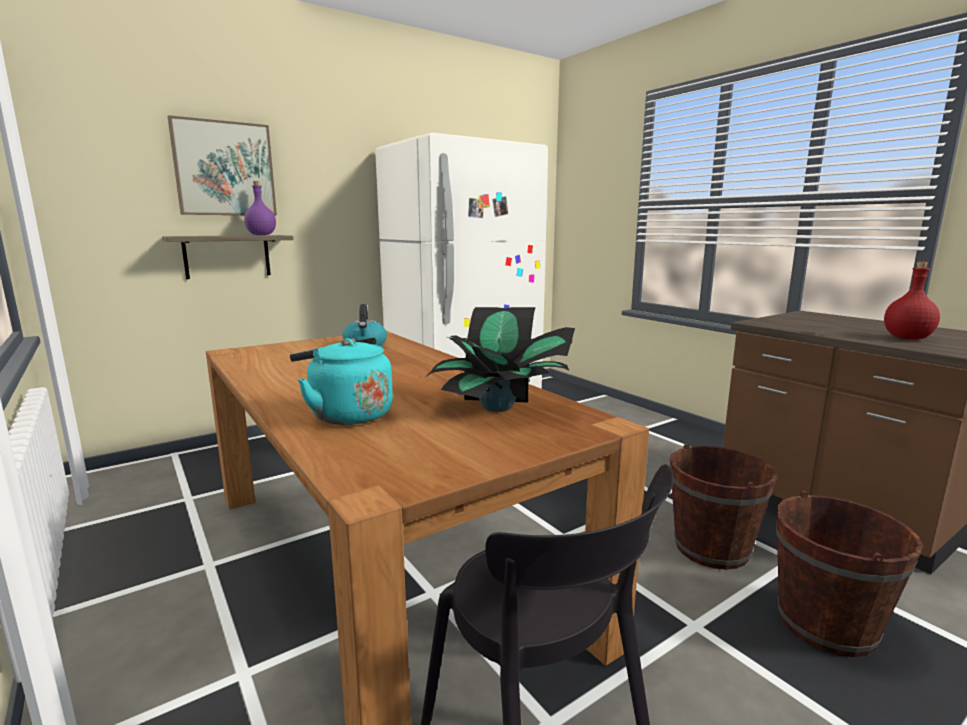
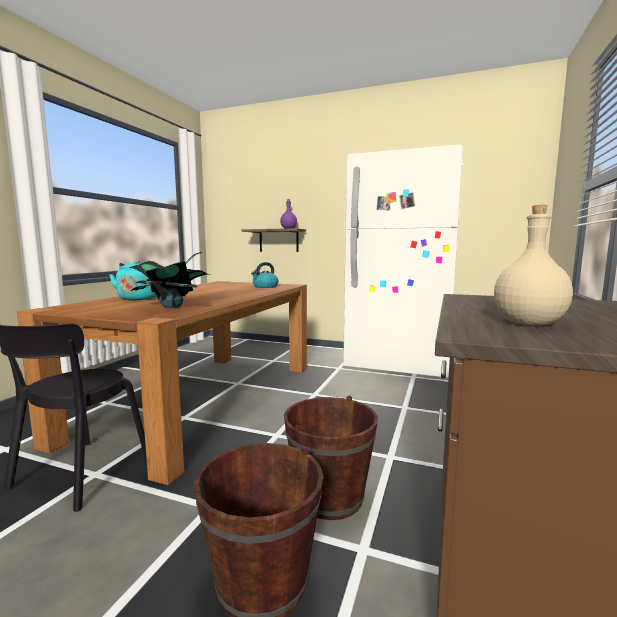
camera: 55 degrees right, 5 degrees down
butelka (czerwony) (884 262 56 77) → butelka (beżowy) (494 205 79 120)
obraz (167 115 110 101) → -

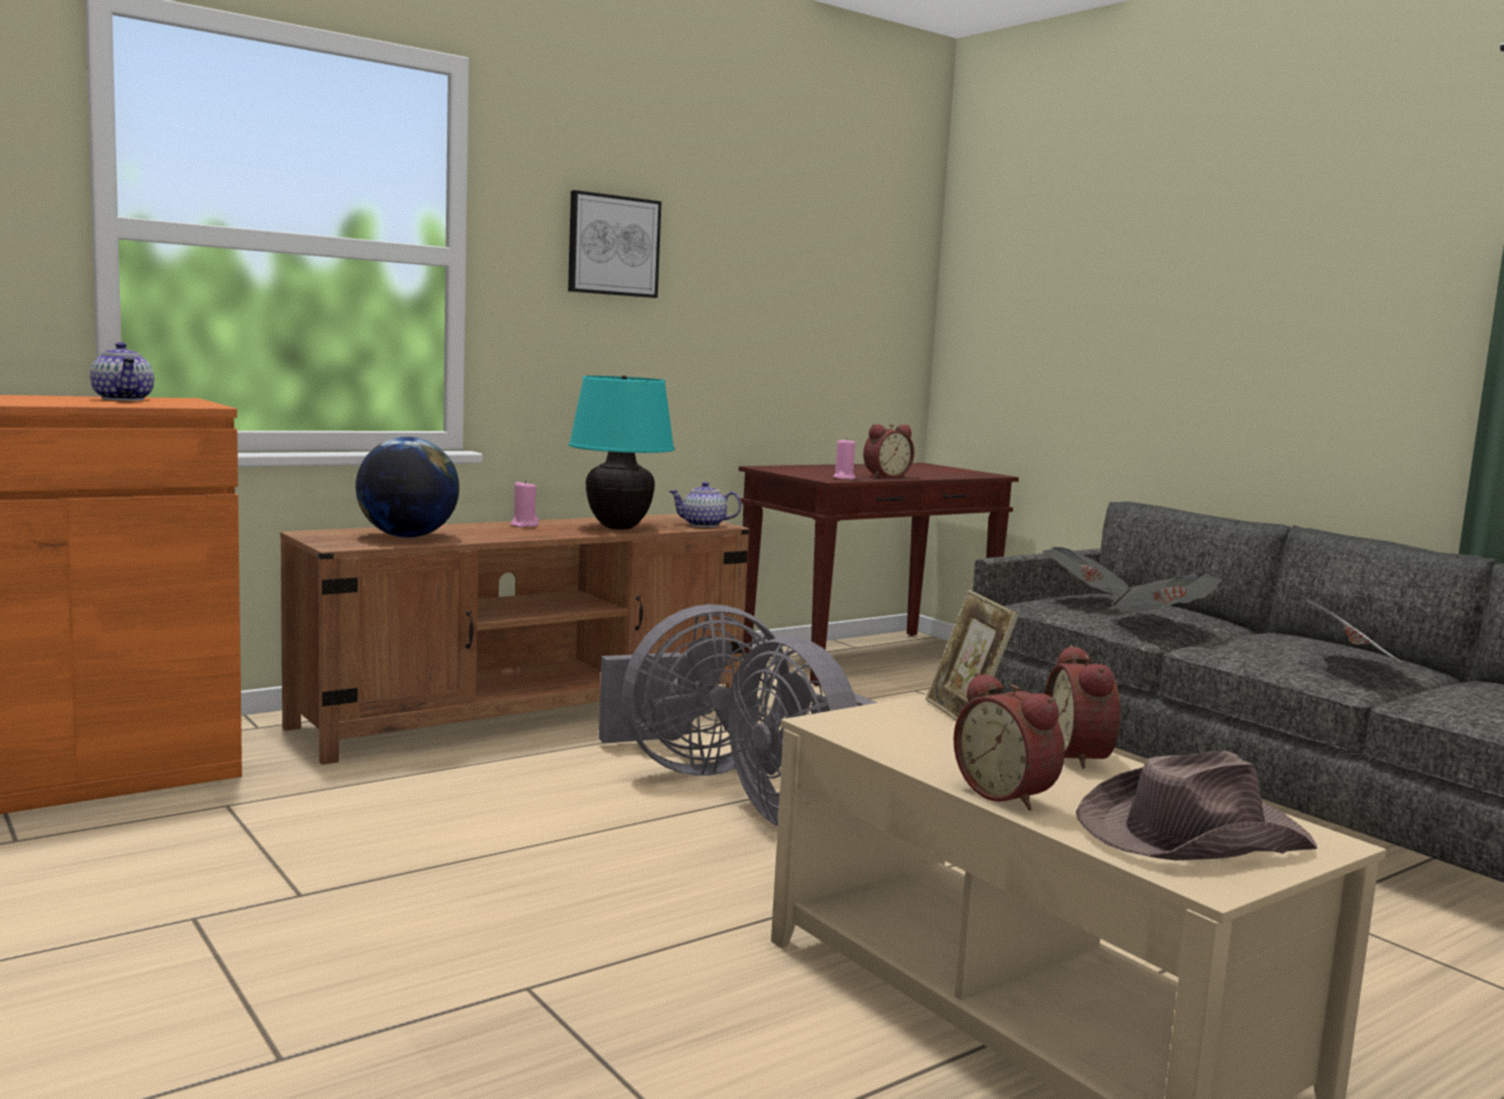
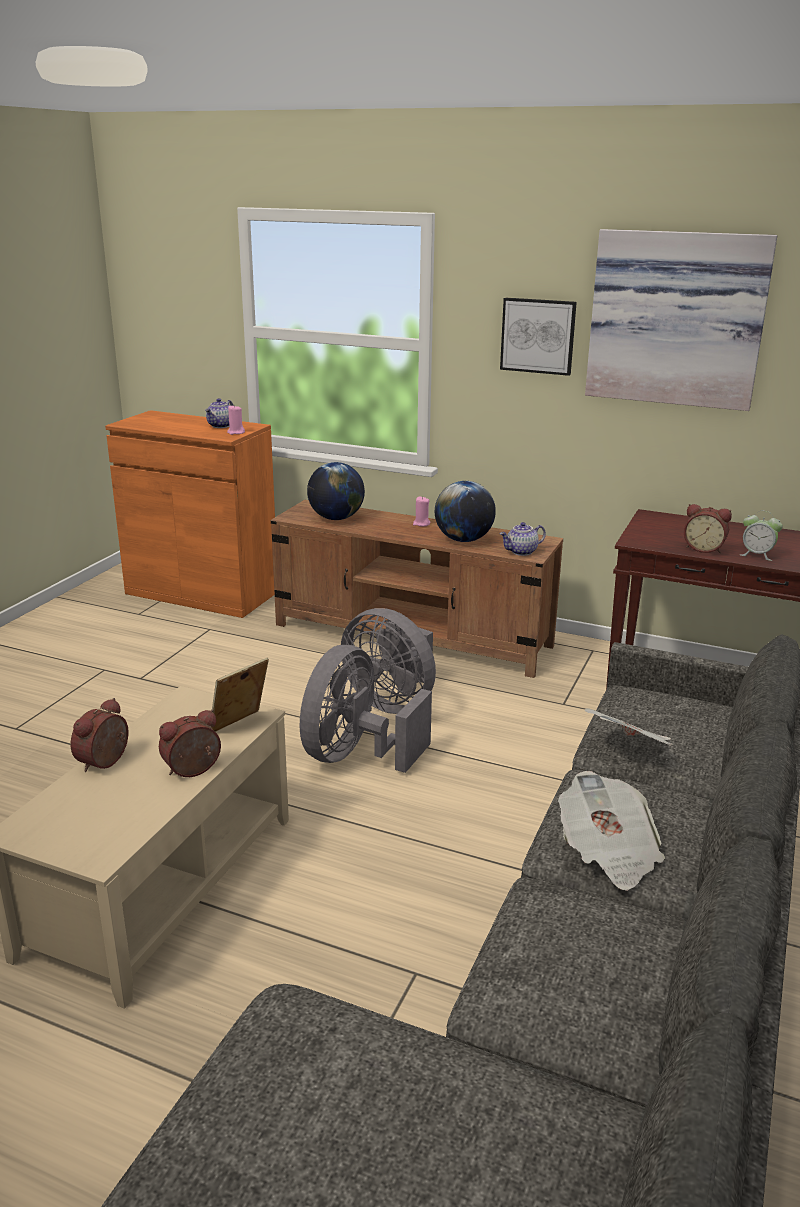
camera: 60 degrees right, 15 degrees up
świeca (różowy) (833 440 23 40) → świeca (różowy) (227 405 18 30), shifted
lampa stołowa (turkusowy) (568 375 107 155) → globus (435 481 61 61)
imbryk (669 482 72 45) → imbryk (500 522 46 34), 90 degrees counterclockwise
- → obraz (585 229 192 182)
- → budzik (740 511 43 50)
gazeta (1043 547 85 49) → -
kapelusz (brązowy) (1076 750 241 110) → -

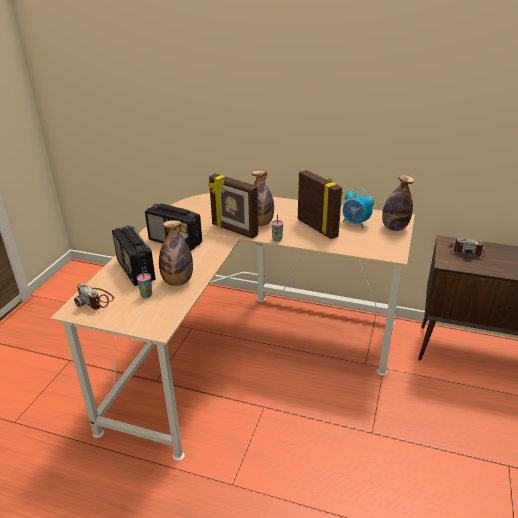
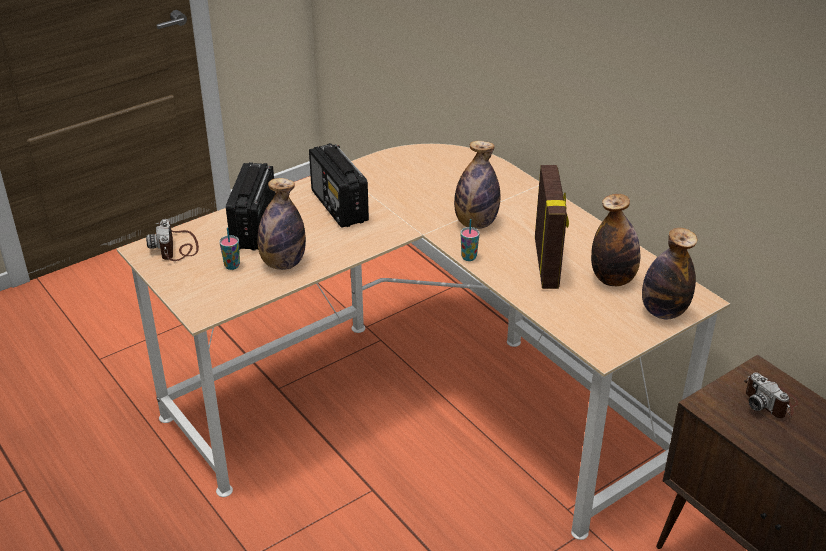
camera: 35 degrees right, 5 degrees up
budzik (343 188 31 40) → butelka (591 194 49 92)
ramka na zdjęcie (208 174 50 65) → -

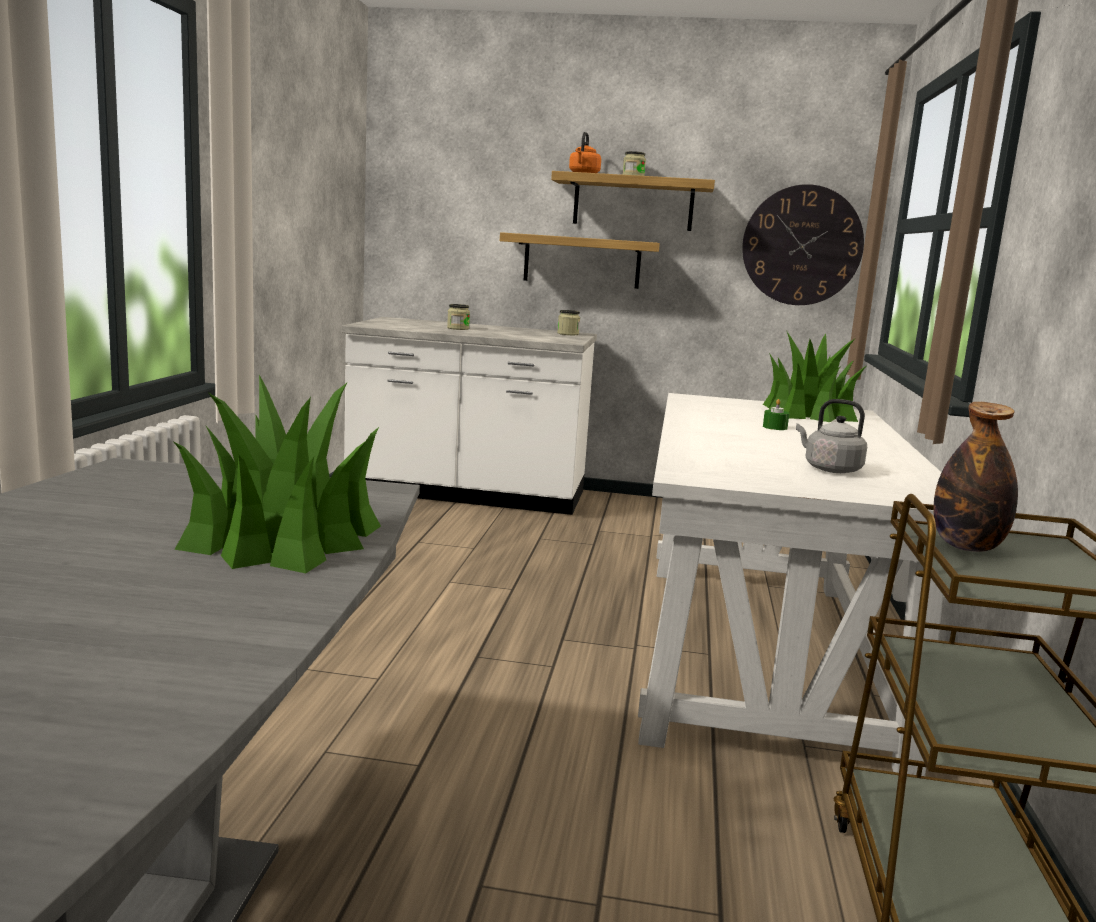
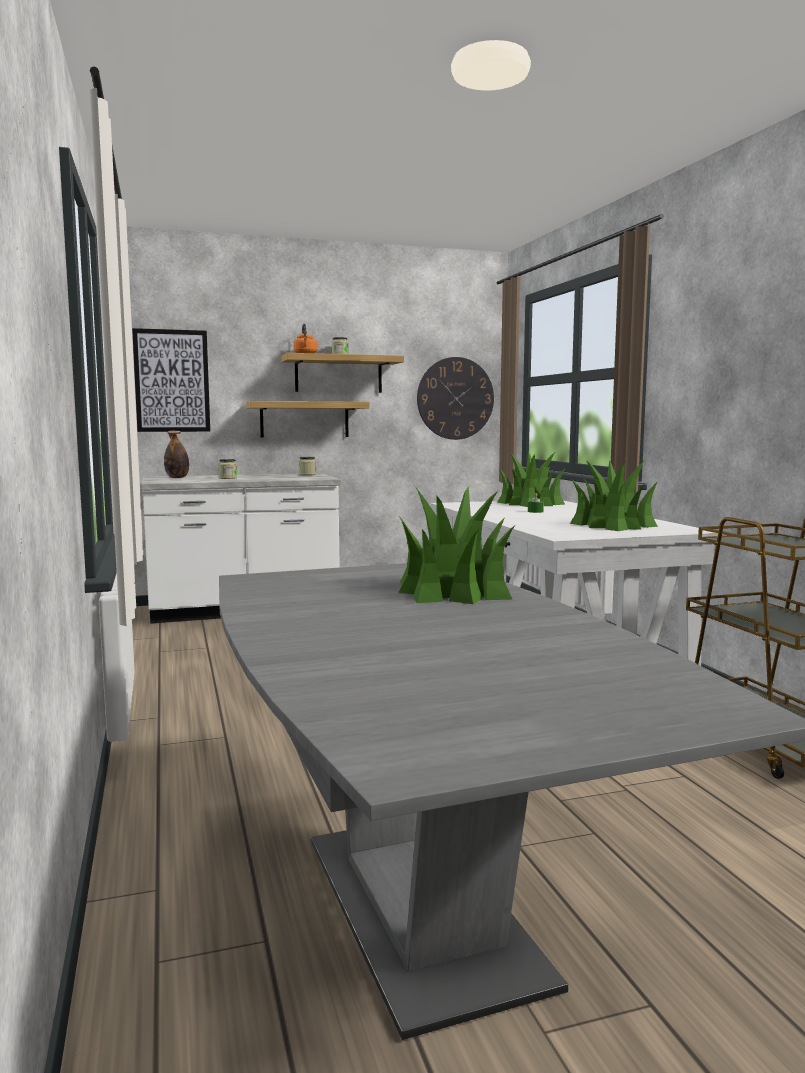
camera: 25 degrees left, 5 degrees down
- → obraz (132 328 78 104)
butelka (933 402 85 150) → butelka (164 431 25 47), shifted
czajnik (szary) (796 399 71 74) → roślina doniczkowa (570 460 88 71)

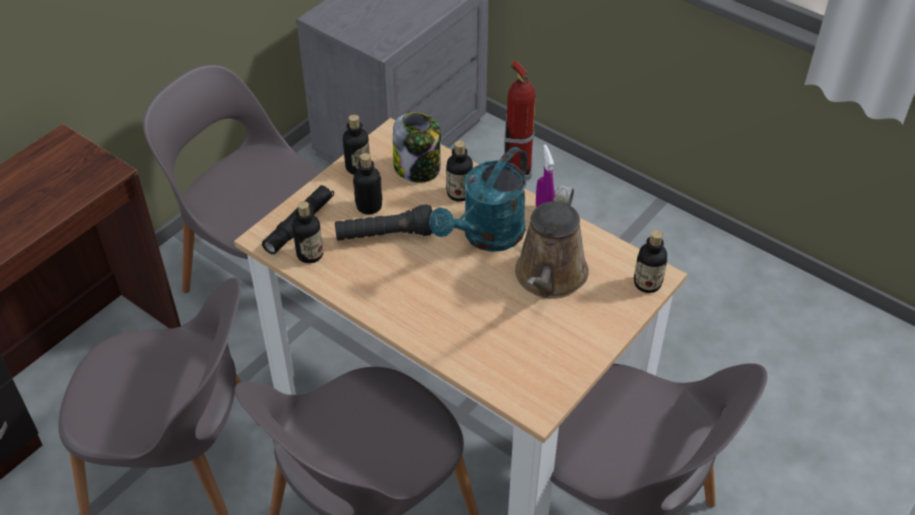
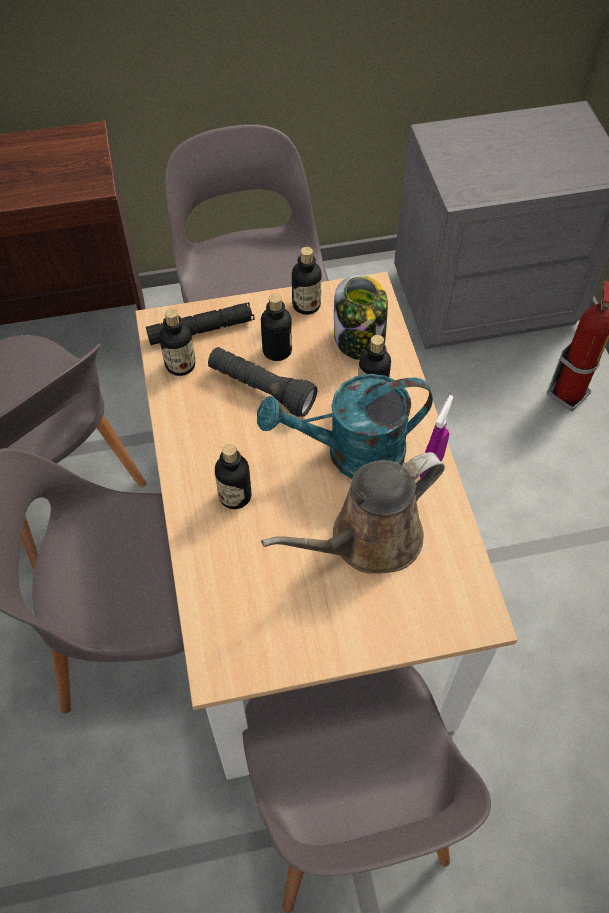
camera: 40 degrees right, 10 degrees up
butelka (634 230 33 63) → butelka (215 444 36 65), shifted

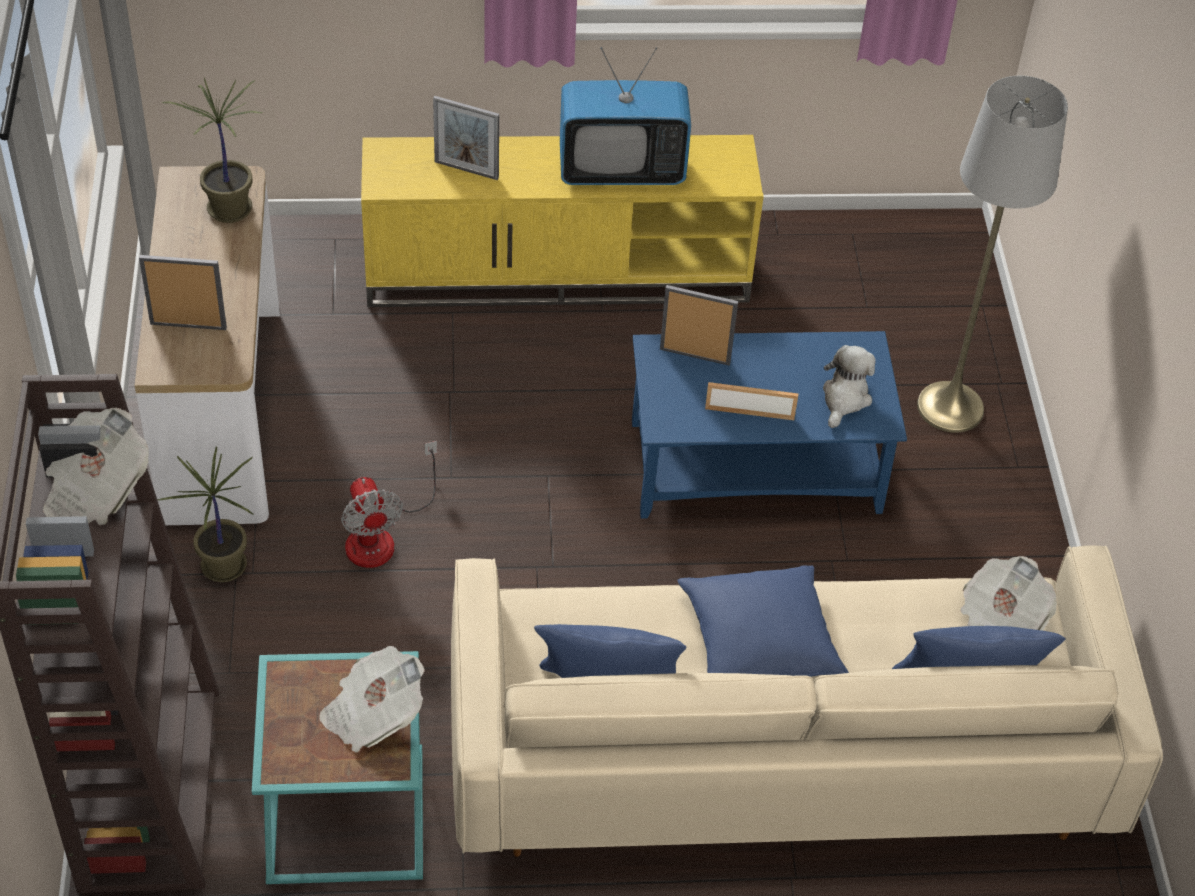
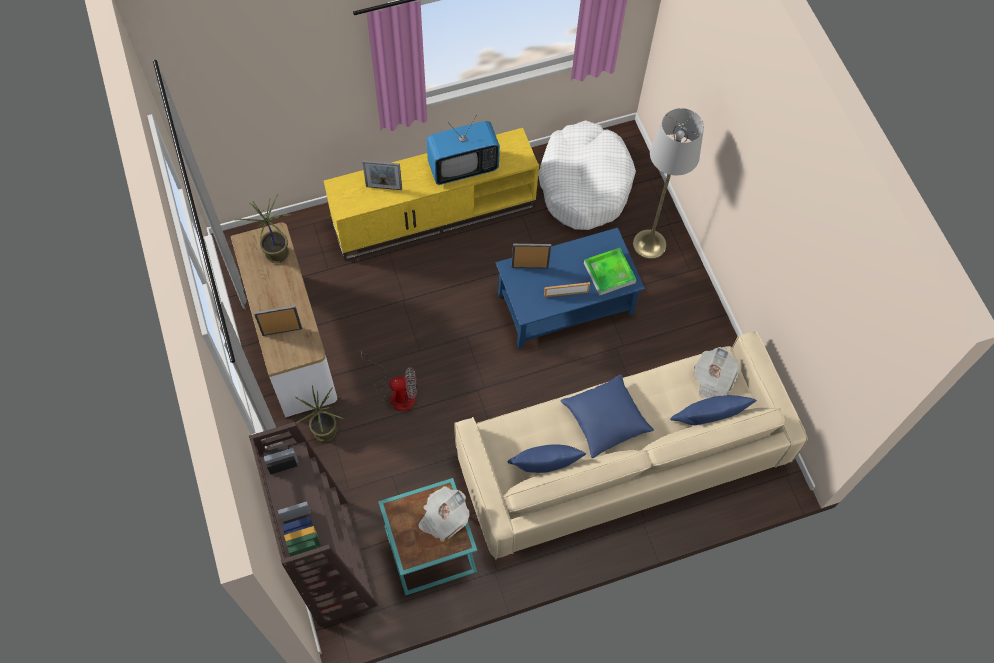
camera: 15 degrees left, 15 degrees up
wentylator (341 441 96 127) → wentylator (361 350 56 61), 60 degrees counterclockwise
- → legowisko (biały) (538 120 98 110)
pluszak (823 345 53 83) → taca (584 248 52 48)
gazeta (43 408 106 117) → -

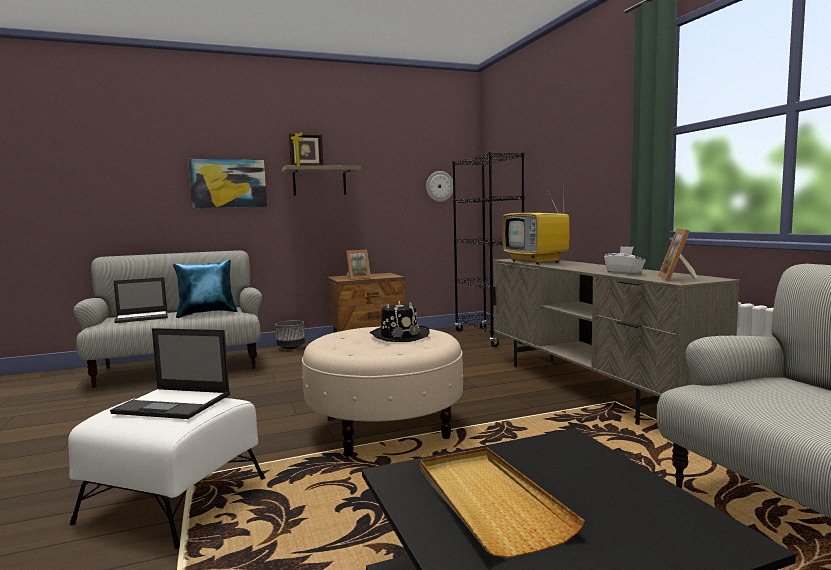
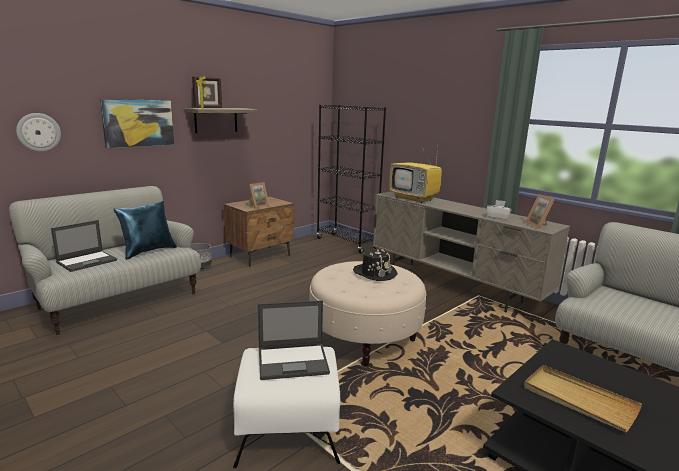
camera: 25 degrees left, 10 degrees up
zegar ścienny (426 171 27 31) → zegar ścienny (16 113 45 39), shifted

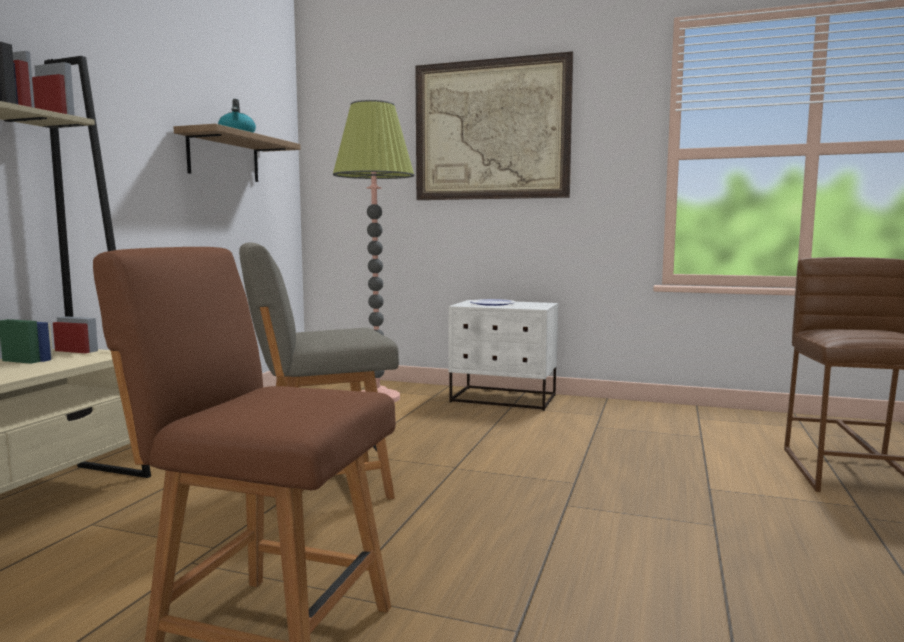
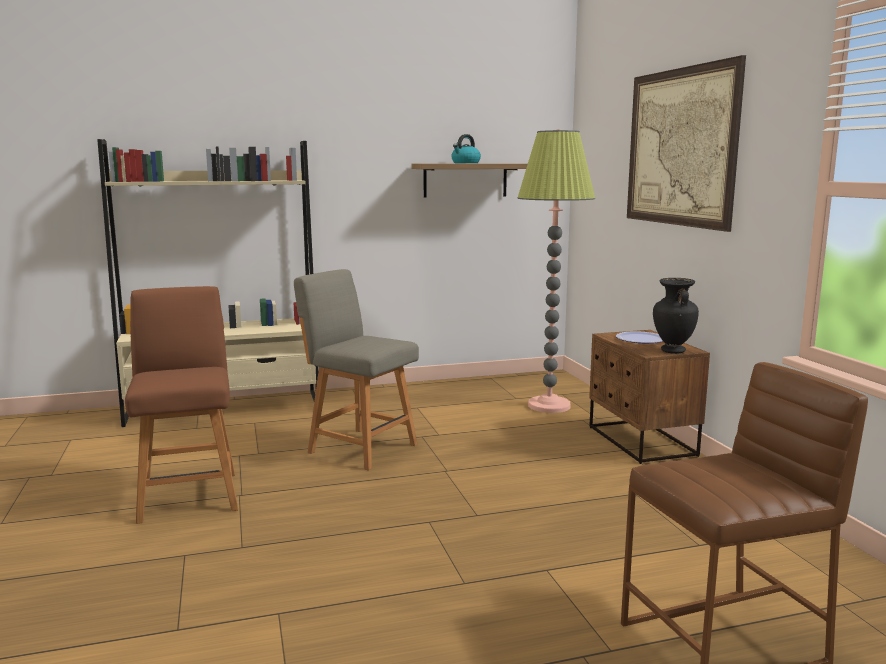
camera: 55 degrees right, 5 degrees up
szafka nocna (biały) (448 300 110 111) → szafka nocna (brązowy) (589 330 121 134)
- → wazon (czarny) (653 278 46 76)

